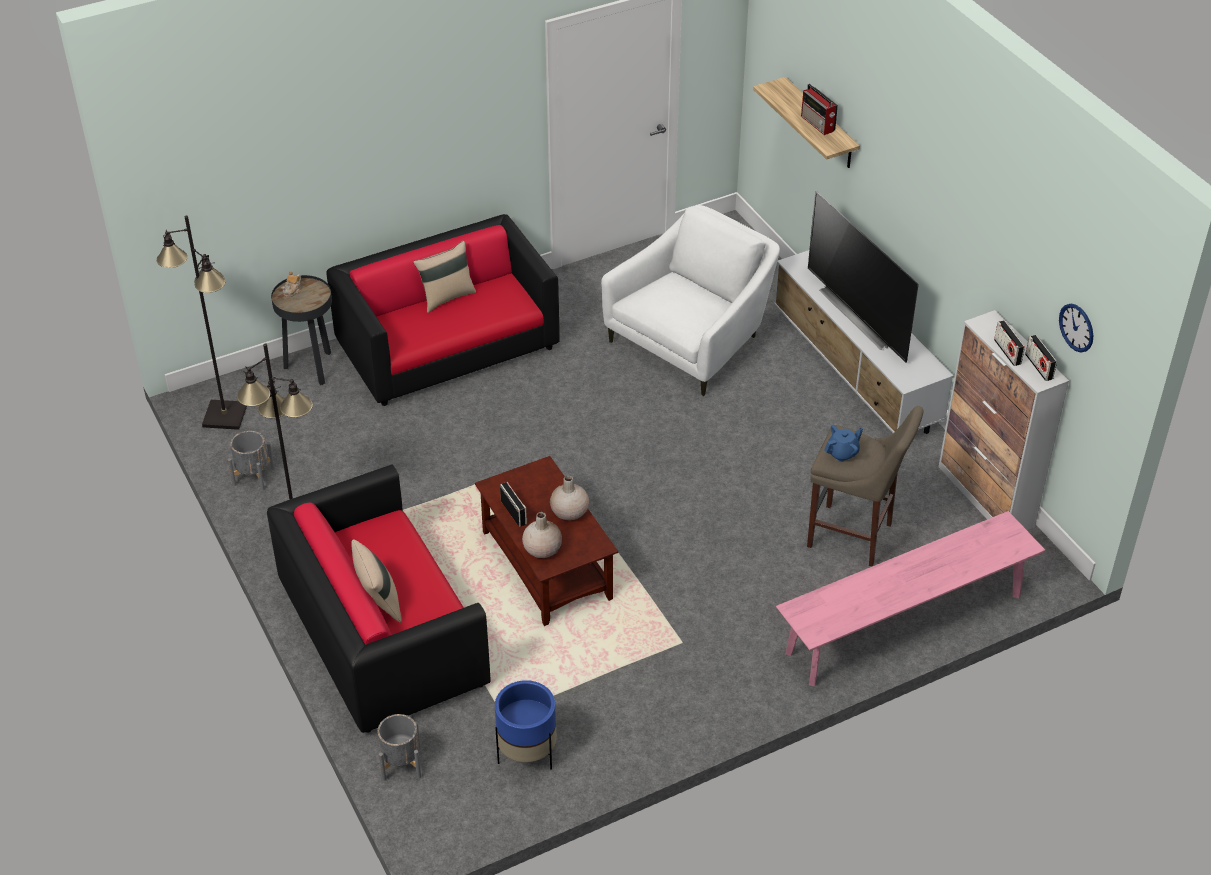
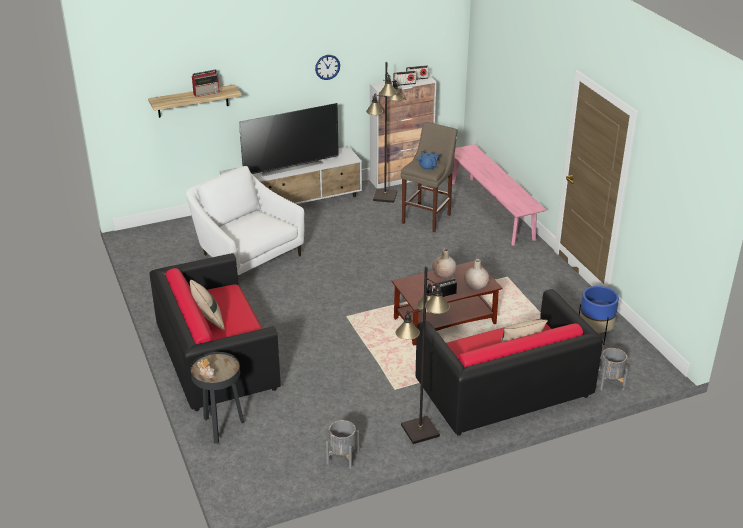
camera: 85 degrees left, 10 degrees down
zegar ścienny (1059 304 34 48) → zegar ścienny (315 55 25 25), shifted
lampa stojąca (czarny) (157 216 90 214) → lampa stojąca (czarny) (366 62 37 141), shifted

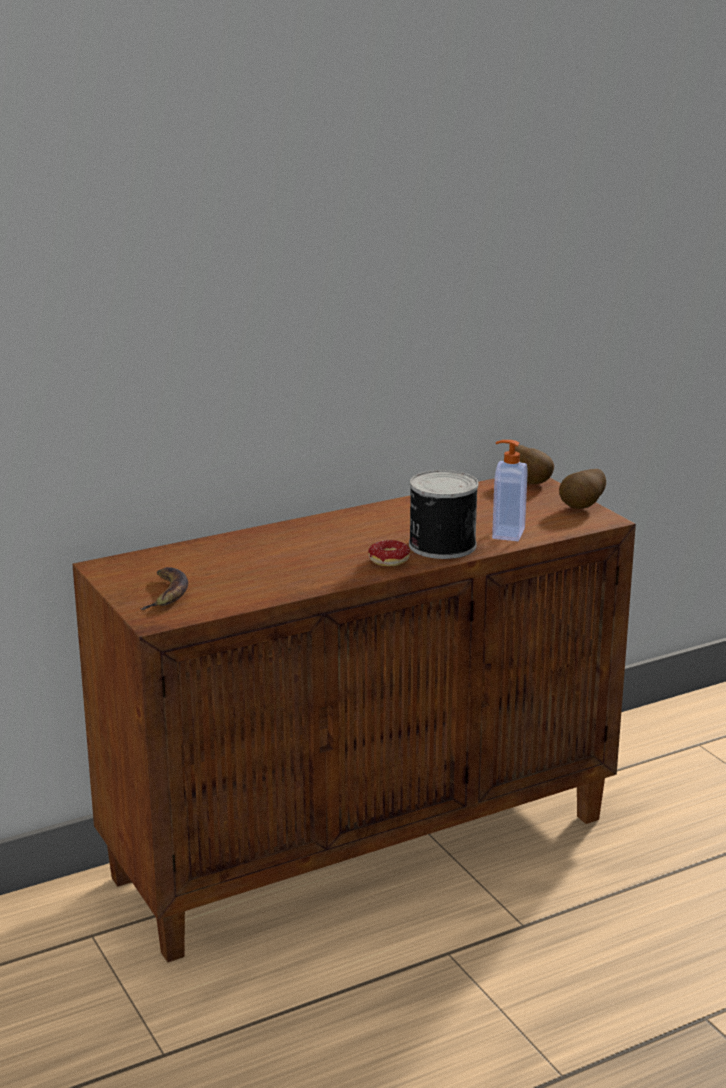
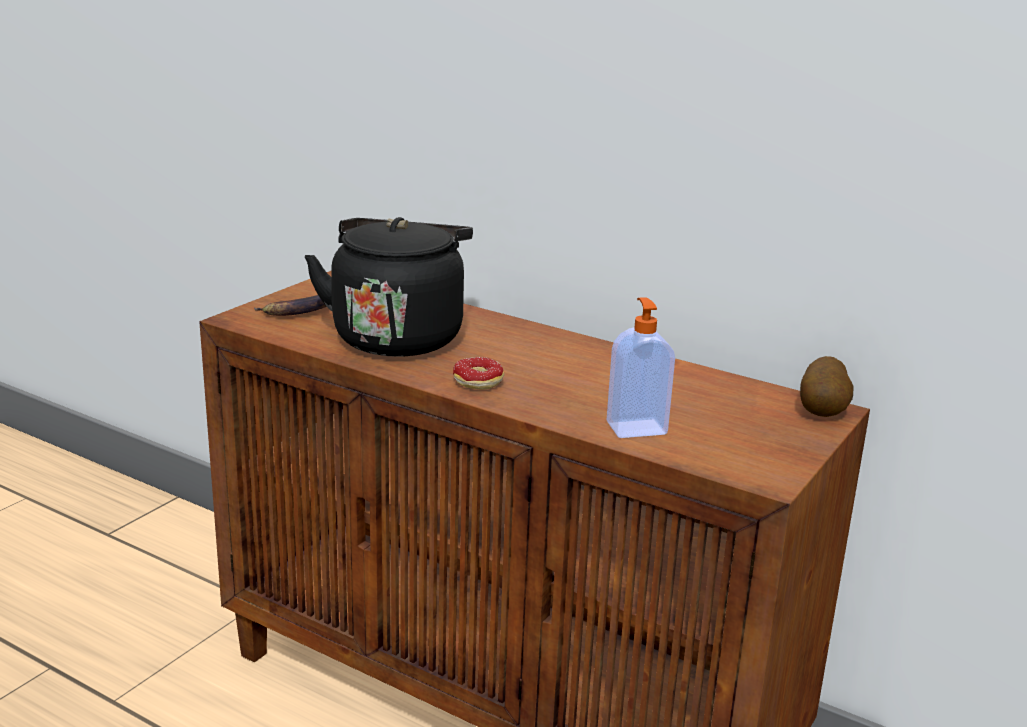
camera: 60 degrees right, 0 degrees up
- → czajnik (czarny) (305 217 168 140)
puszka (409 470 69 89) → -
ziemniak (559 469 47 40) → -

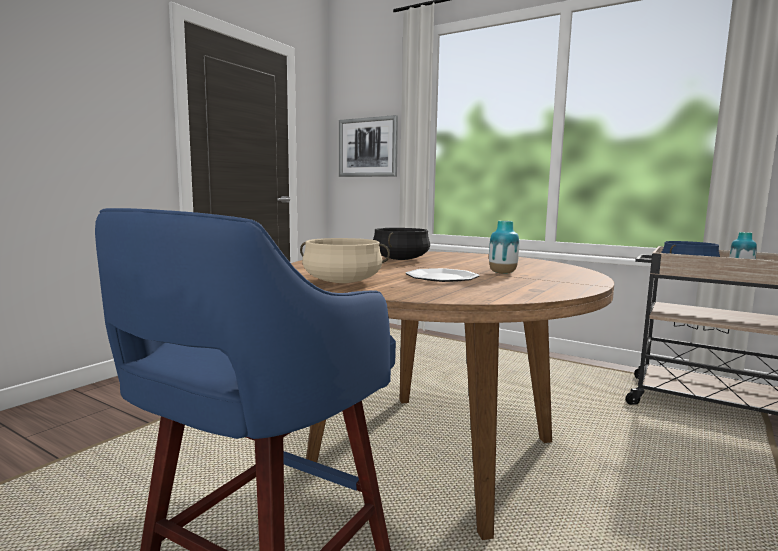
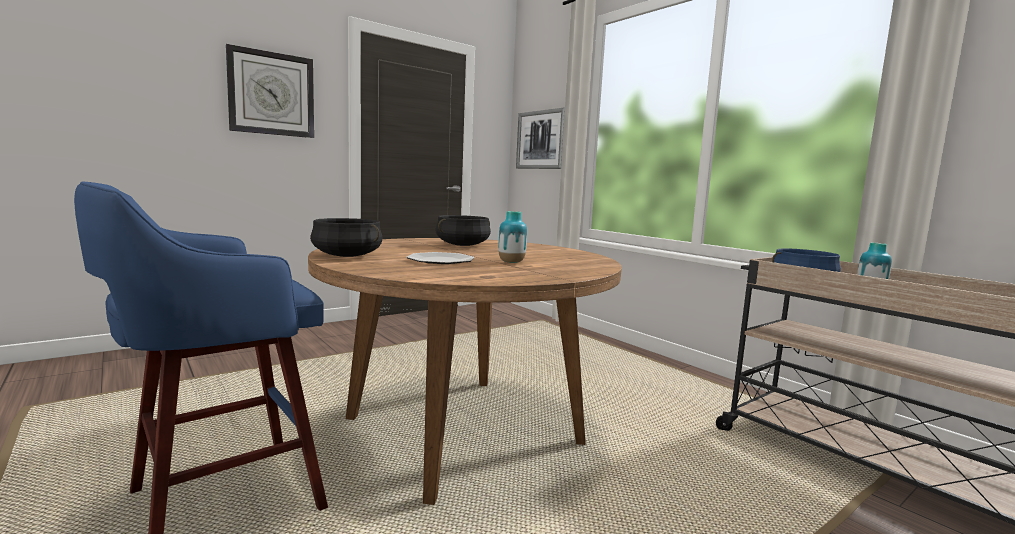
camera: 20 degrees right, 0 degrees up
- → zegar ścienny (226 44 88 94)
garnek (beżowy) (300 238 90 45) → garnek (czarny) (310 218 73 39)

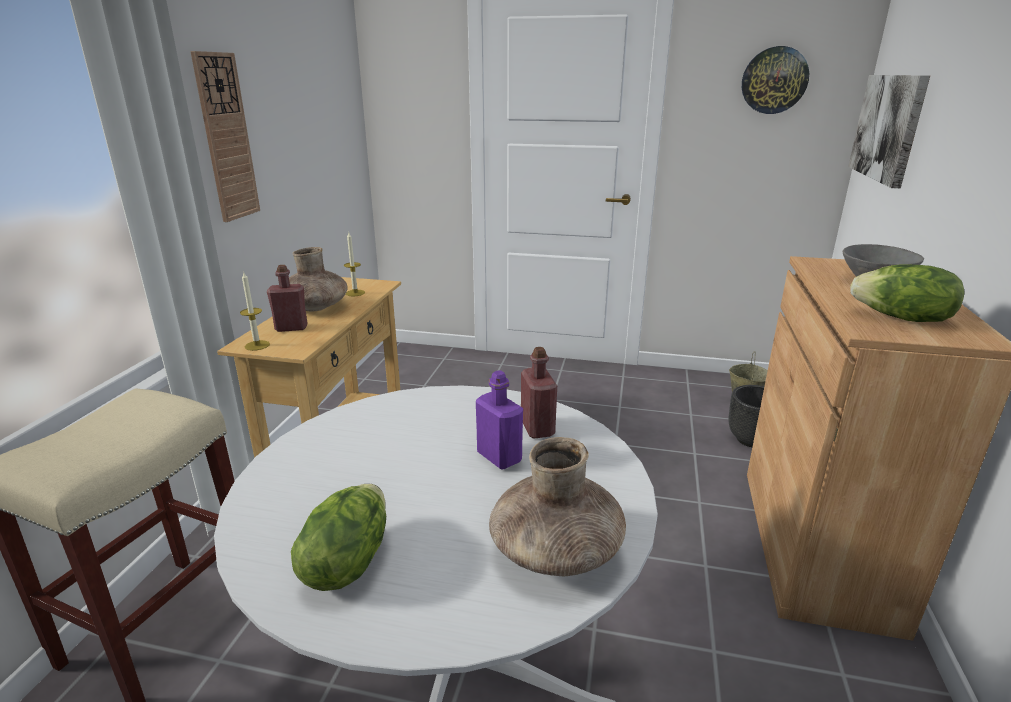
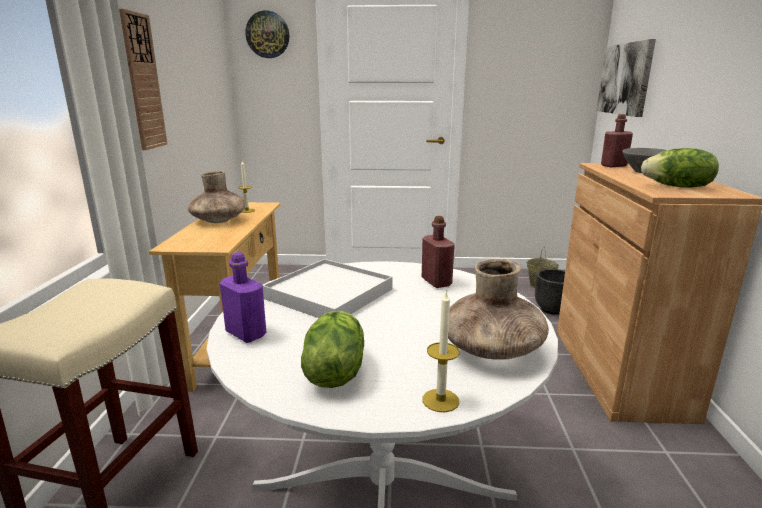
camera: 10 degrees left, 5 degrees down
butelka (fioletowy) (476 370 47 99) → butelka (fioletowy) (220 252 46 91), shifted
zegar ścienny (742 46 67 68) → zegar ścienny (245 10 44 48), shifted
- → taca (biały) (263 259 130 59)
świeca (240 271 30 80) → świeca (422 292 38 120), shifted
butelka (czerwony) (267 265 41 67) → butelka (czerwony) (601 114 32 53), shifted

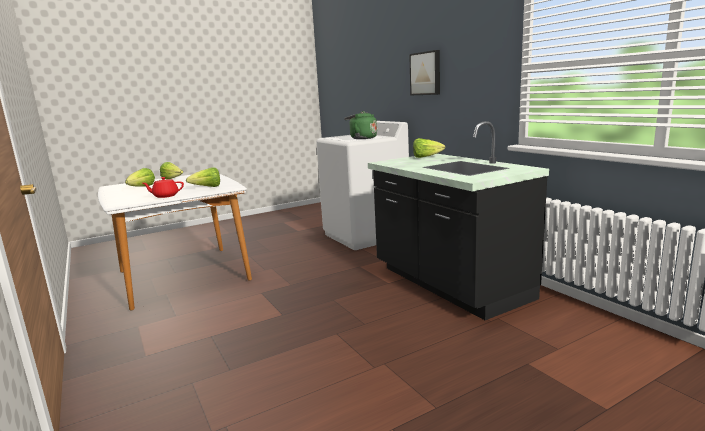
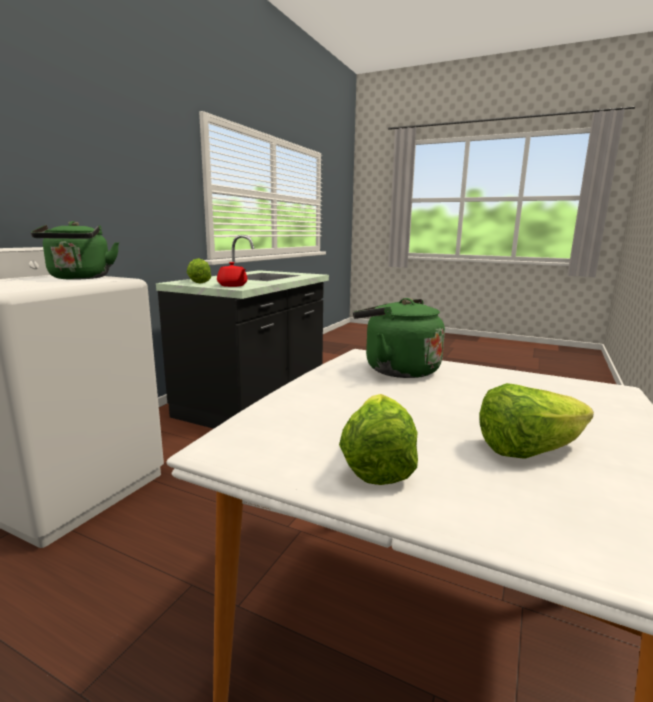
camera: 125 degrees left, 0 degrees up
imbryk (czerwony) (143 177 41 21) → imbryk (czerwony) (217 262 30 25), shifted
sałata (186 167 34 20) → czajnik (zielony) (353 298 92 80)
obraz (409 50 31 46) → -

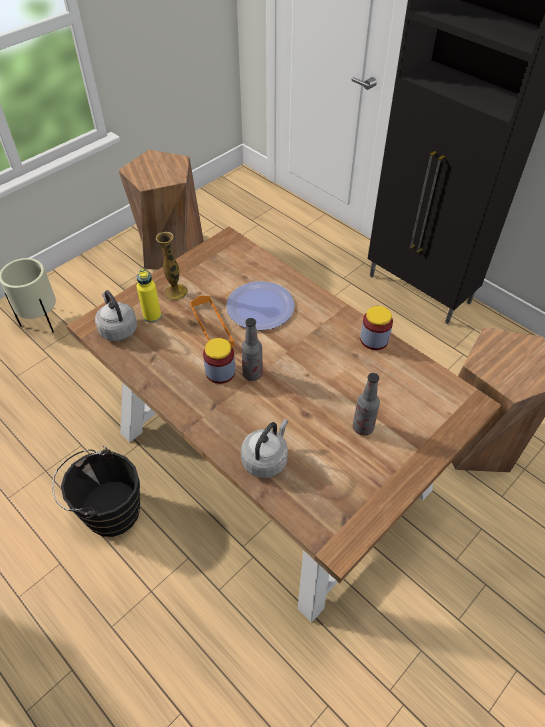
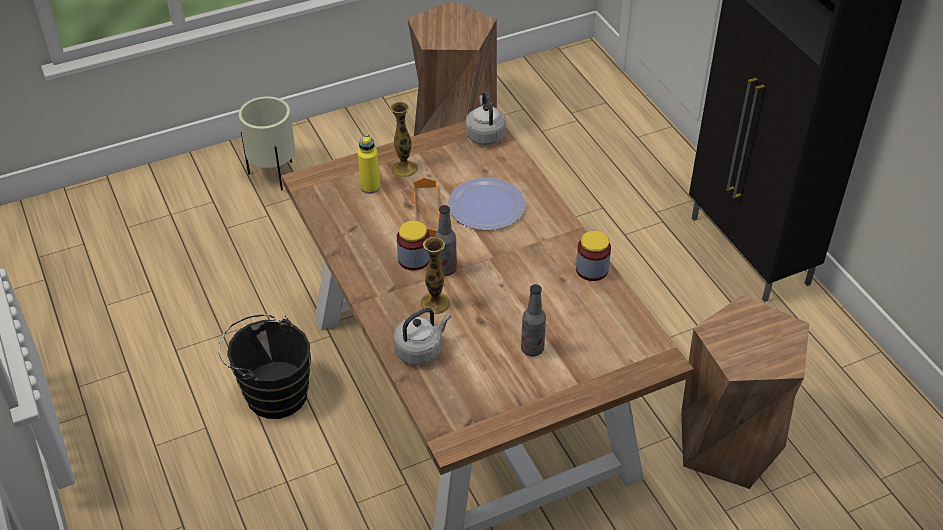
camera: 20 degrees right, 5 degrees down
- → wazon (420 237 31 78)
czajnik (szary) (95 290 42 51) → czajnik (szary) (466 92 40 53), shifted

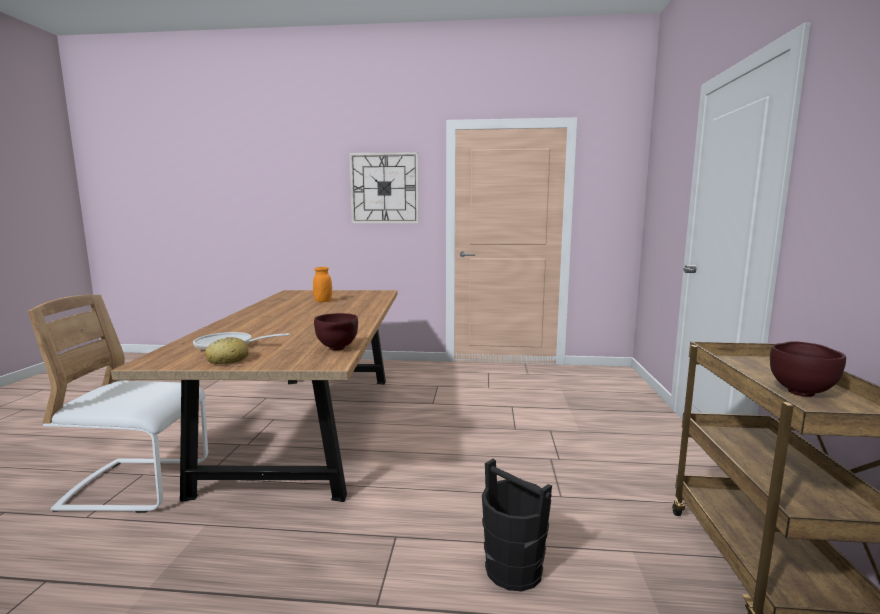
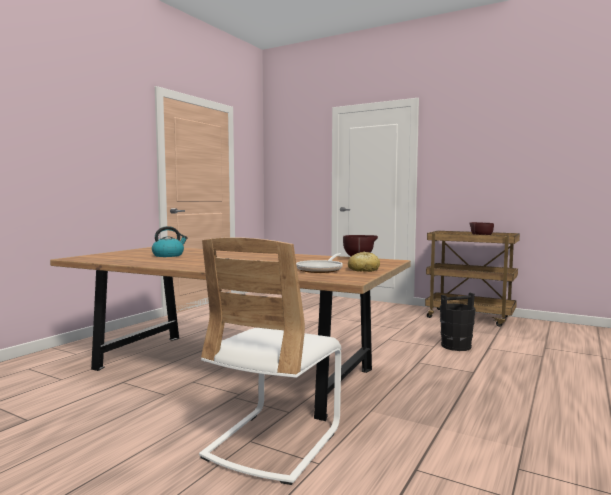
camera: 65 degrees left, 5 degrees down
słoik (pomarańczowy) (313 267 19 35) → czajnik (152 226 36 31)
zegar ścienny (349 152 70 71) → -

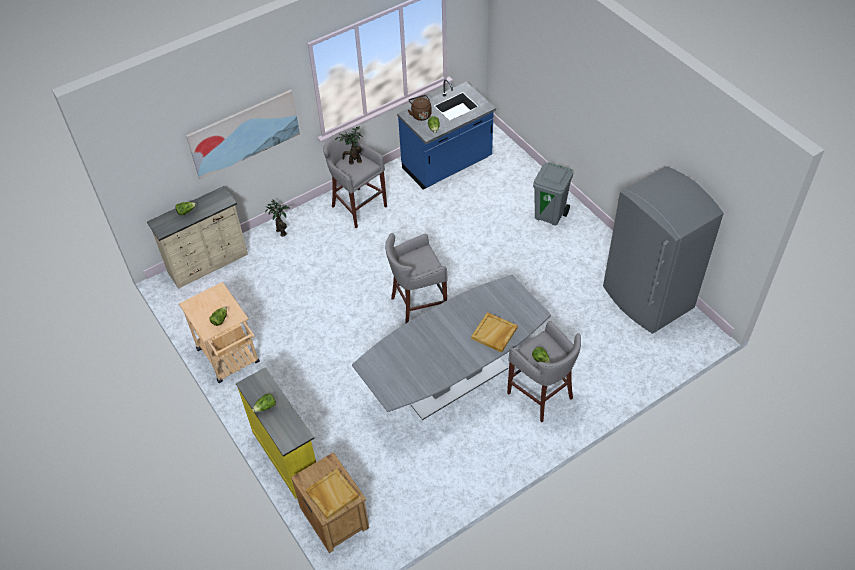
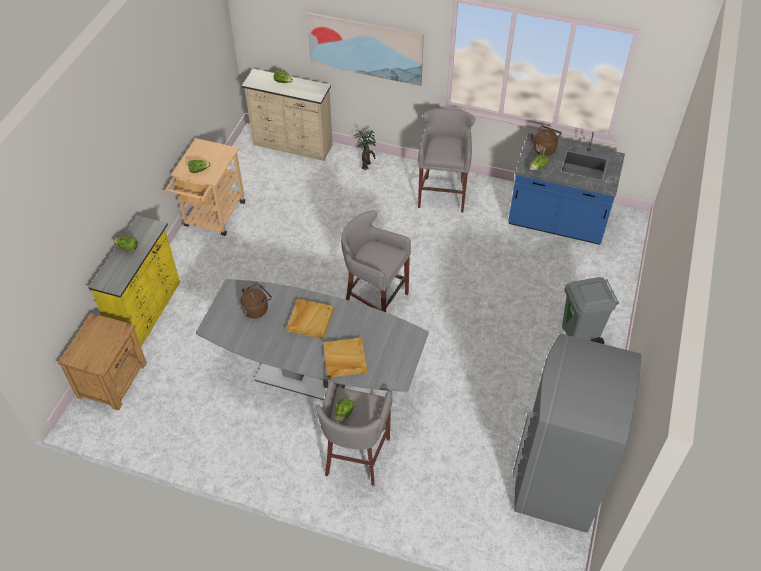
camera: 50 degrees right, 0 degrees up
- → czajnik (brązowy) (240 283 32 35)
taca (beżowy) (306 468 53 52) → taca (beżowy) (286 299 48 40), shifted
roślina doniczkowa (335 126 27 39) → -

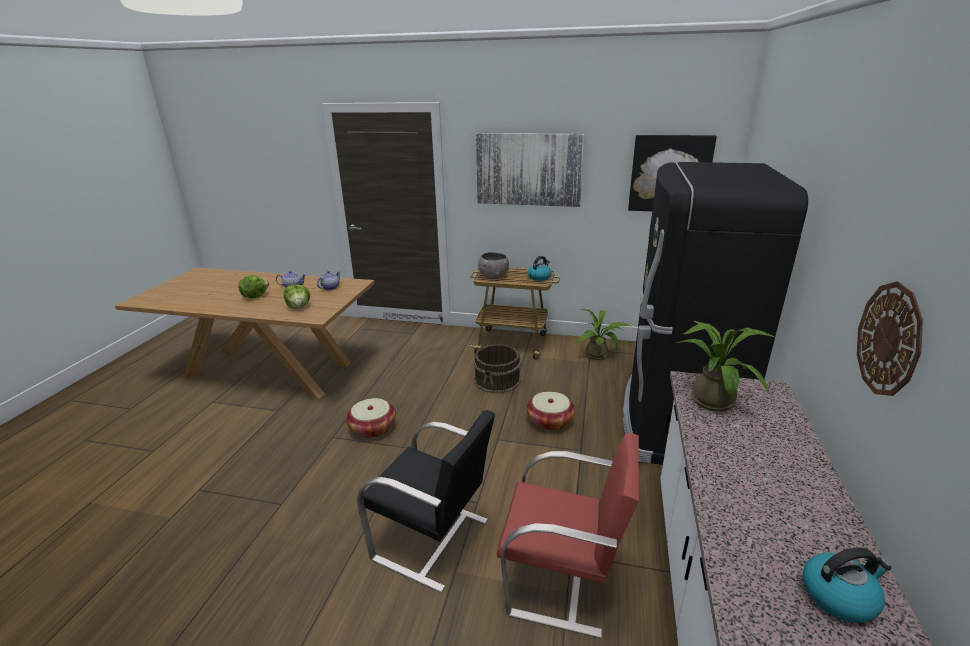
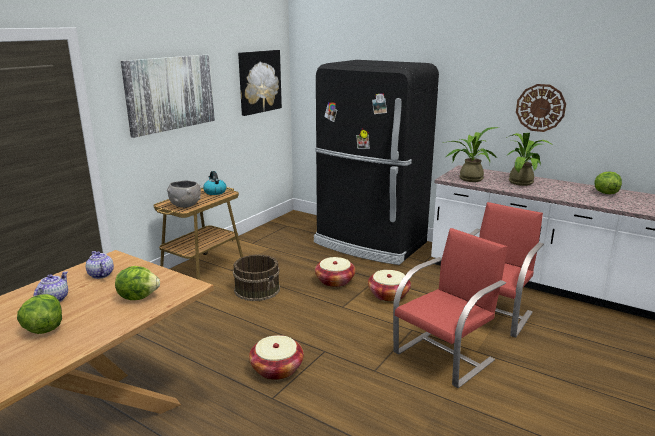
camera: 70 degrees left, 5 degrees down
- → koszyk (368 270 43 32)
krzesło (czarny) (357 410 138 183) → krzesło (czerwony) (393 228 115 160)
roślina doniczkowa (575 309 55 51) → roślina doniczkowa (506 133 45 53), shifted
czajnik (803 547 88 76) → sałata (594 171 28 23)

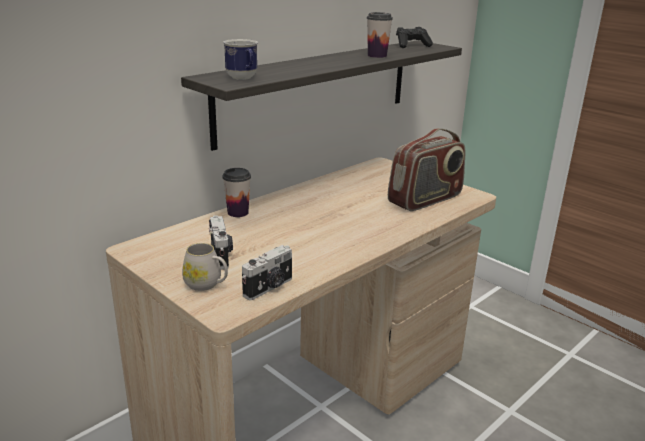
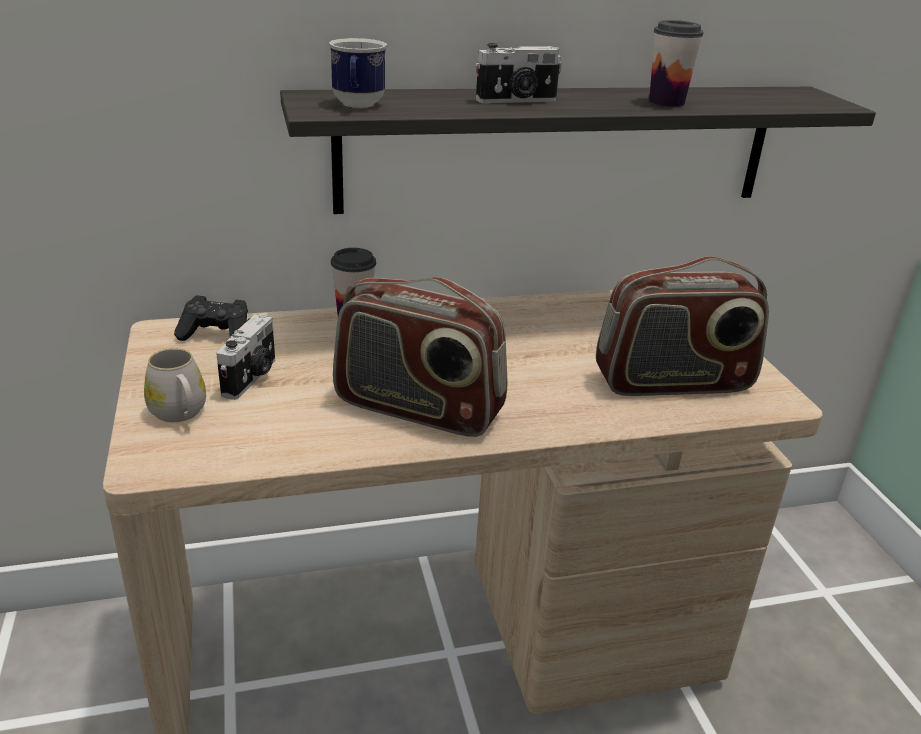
camera: 30 degrees right, 5 degrees up
pad do gier (czarny) (396 27 37 21) → pad do gier (czarny) (174 295 74 46), shifted
- → radio (333 277 175 160)
aparat fotograficzny (242 245 50 55) → aparat fotograficzny (475 43 87 60), shifted

